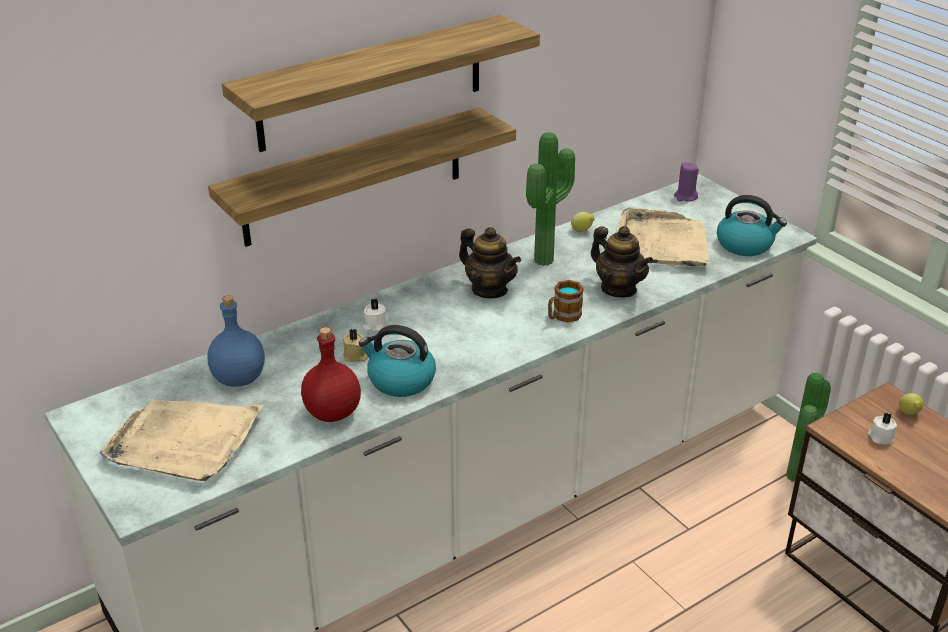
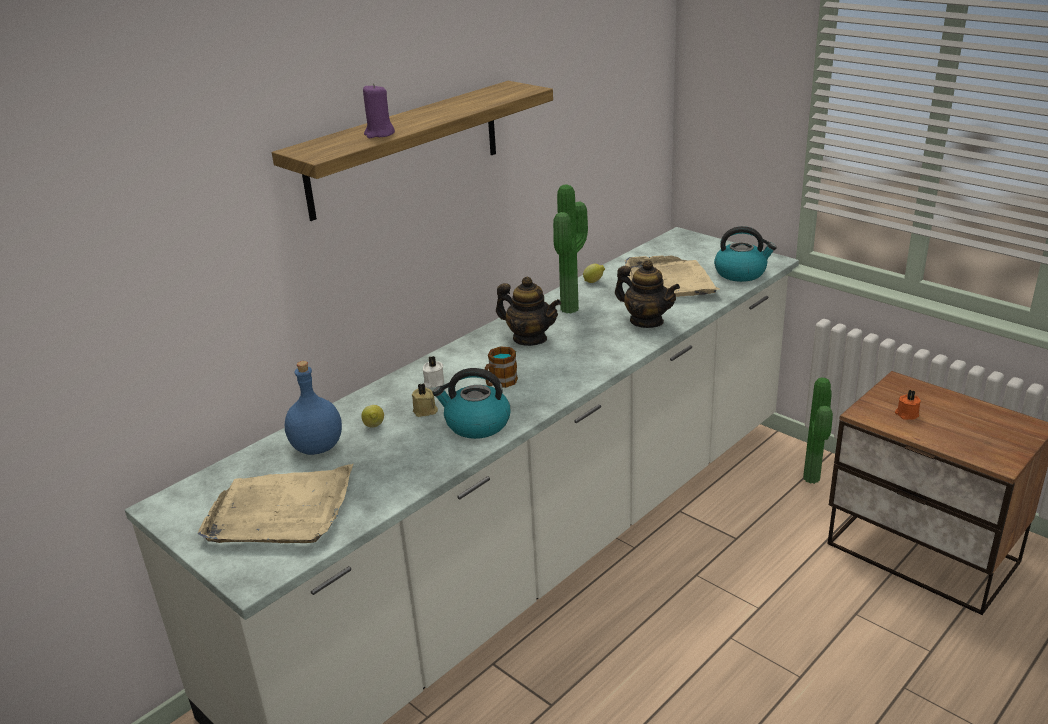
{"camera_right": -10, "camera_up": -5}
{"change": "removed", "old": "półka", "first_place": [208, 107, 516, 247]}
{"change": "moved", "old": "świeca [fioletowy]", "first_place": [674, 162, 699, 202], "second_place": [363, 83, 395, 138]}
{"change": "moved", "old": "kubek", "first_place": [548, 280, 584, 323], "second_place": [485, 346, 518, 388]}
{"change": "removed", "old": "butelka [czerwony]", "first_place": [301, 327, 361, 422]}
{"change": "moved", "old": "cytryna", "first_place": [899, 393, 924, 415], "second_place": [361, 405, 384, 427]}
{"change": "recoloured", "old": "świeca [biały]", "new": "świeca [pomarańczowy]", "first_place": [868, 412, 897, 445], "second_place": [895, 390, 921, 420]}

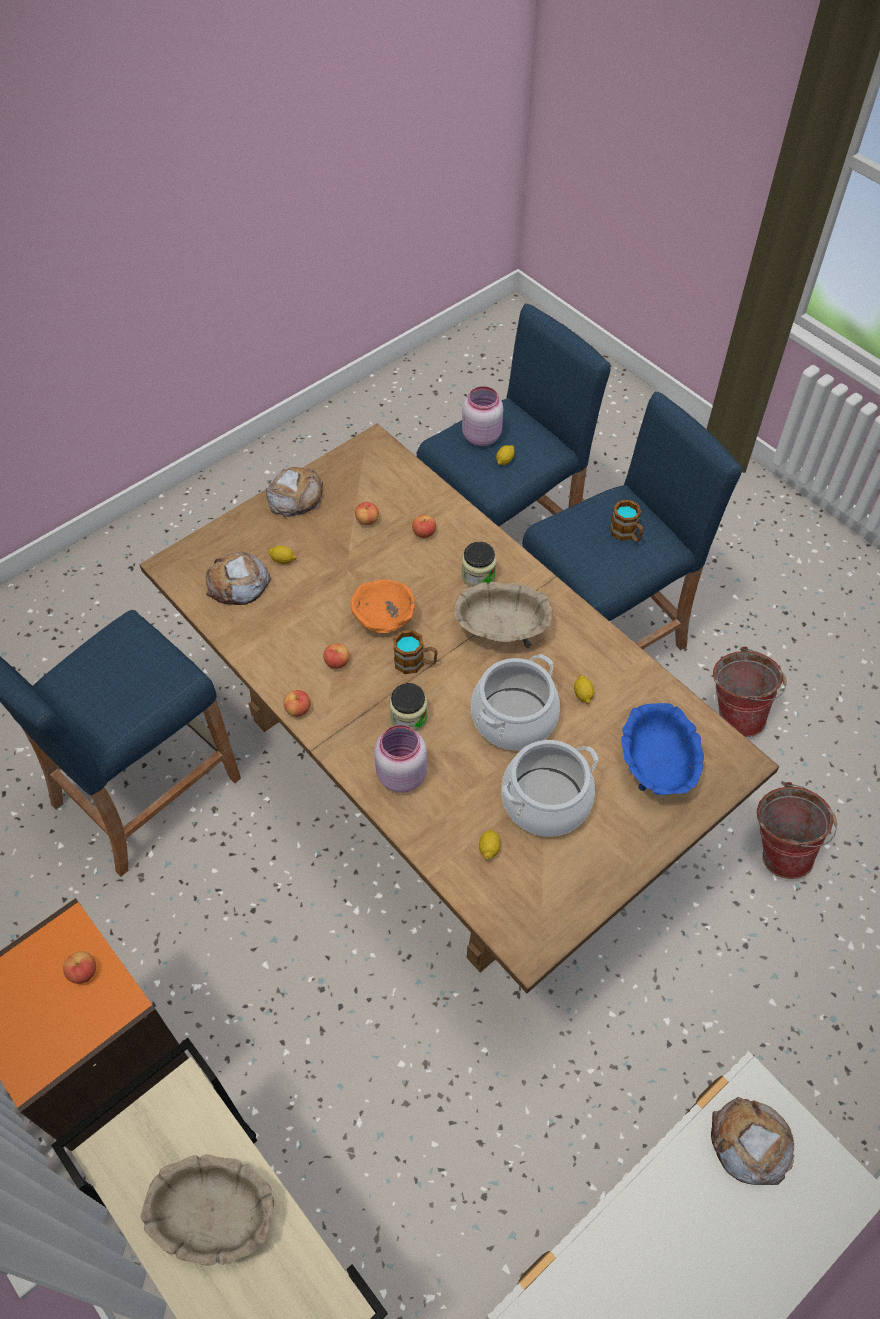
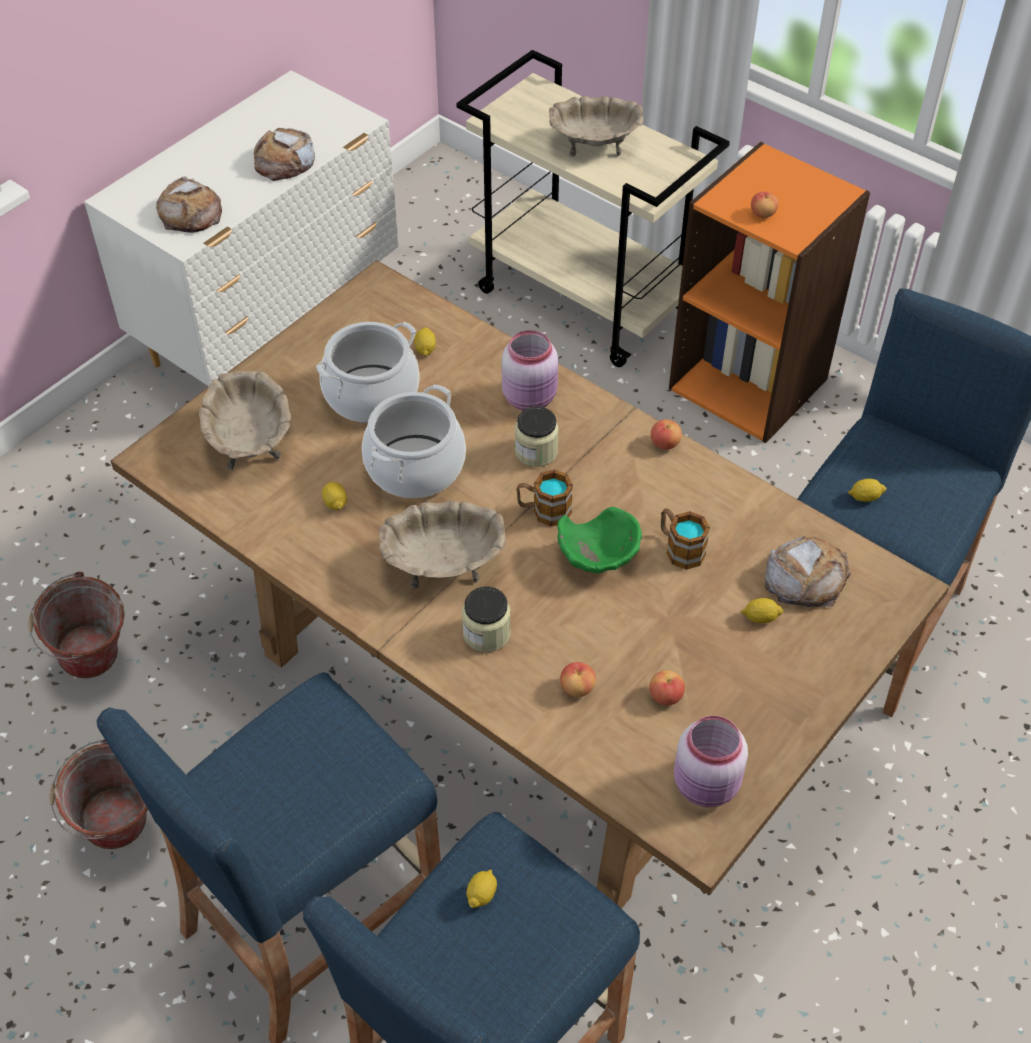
{"camera_right": 170, "camera_up": -5}
{"change": "moved", "old": "słoik [różowy]", "first_place": [462, 386, 503, 446], "second_place": [674, 716, 748, 807]}
{"change": "moved", "old": "chleb", "first_place": [266, 467, 323, 518], "second_place": [254, 128, 315, 181]}
{"change": "moved", "old": "kubek", "first_place": [610, 500, 643, 542], "second_place": [661, 508, 710, 570]}
{"change": "recoloured", "old": "miska [pomarańczowy]", "new": "miska [zielony]", "first_place": [351, 579, 415, 633], "second_place": [558, 507, 642, 573]}
{"change": "removed", "old": "jabłko", "first_place": [323, 643, 350, 669]}
{"change": "recoloured", "old": "miska [niebieski]", "new": "miska [beżowy]", "first_place": [621, 703, 704, 795], "second_place": [199, 371, 291, 470]}
{"change": "added", "new": "cytryna", "second_place": [848, 479, 887, 502]}

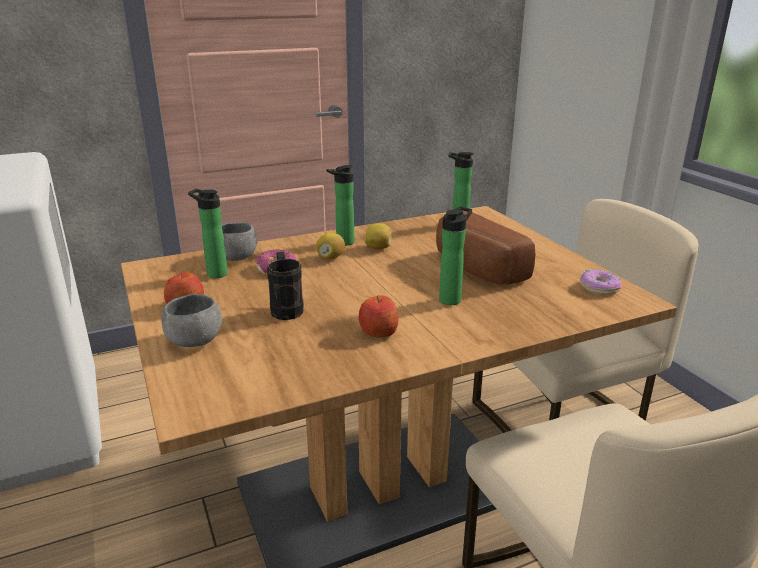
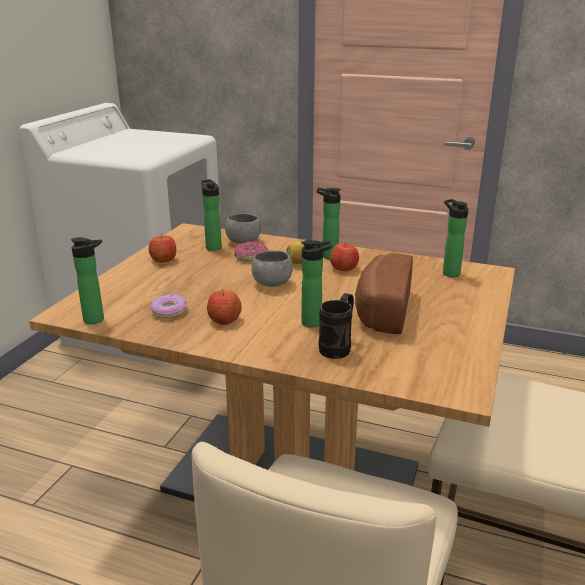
{"camera_right": 45, "camera_up": 0}
{"change": "replaced", "old": "cytryna", "new": "jabłko", "first_place": [365, 223, 392, 249], "second_place": [330, 243, 359, 271]}
{"change": "moved", "old": "kubek [czarny]", "first_place": [267, 252, 304, 320], "second_place": [319, 293, 354, 359]}
{"change": "moved", "old": "donut", "first_place": [580, 269, 622, 295], "second_place": [149, 294, 188, 318]}
{"change": "moved", "old": "miska [szary]", "first_place": [161, 294, 222, 347], "second_place": [251, 250, 293, 287]}
{"change": "added", "new": "butelka", "second_place": [71, 237, 104, 324]}

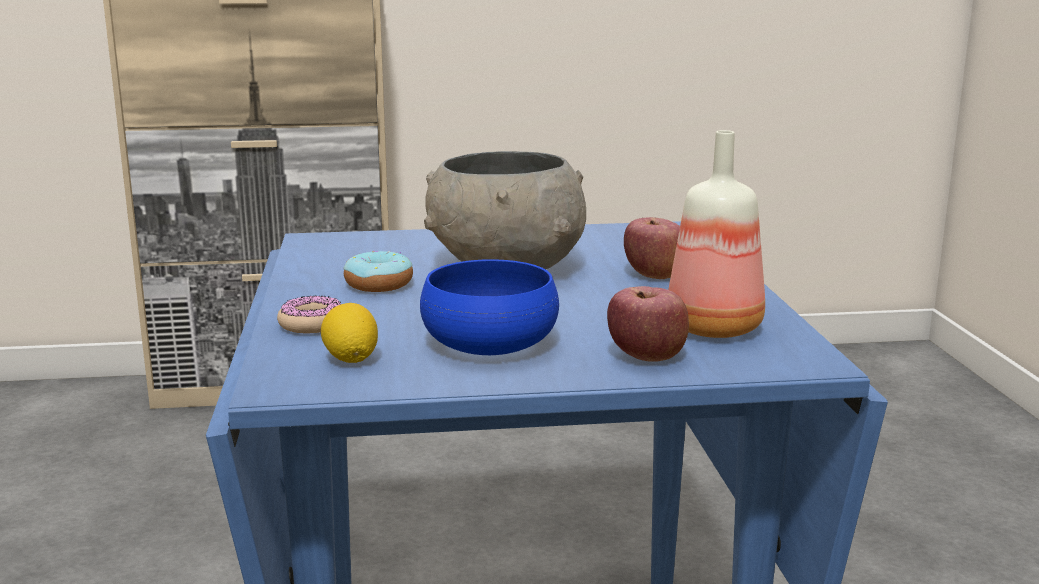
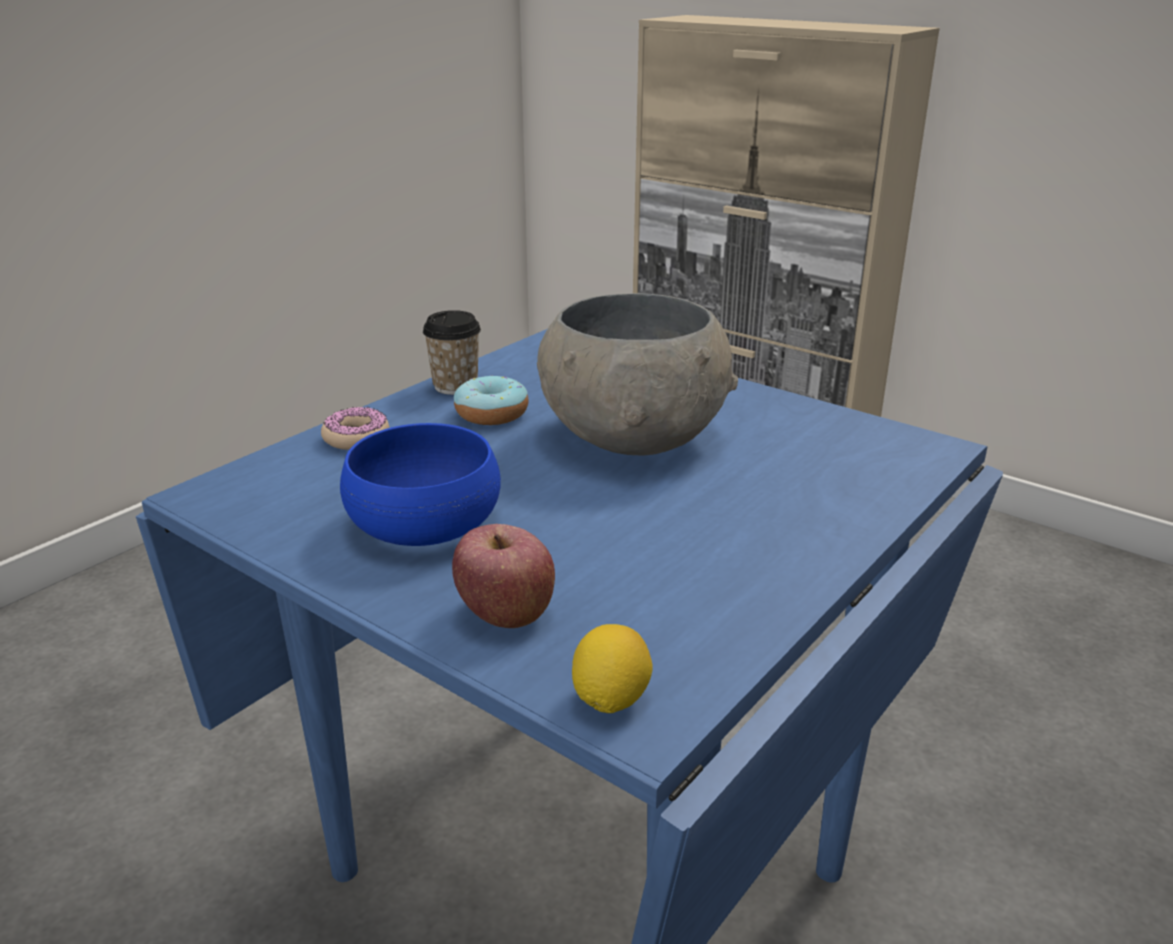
{"camera_right": 45, "camera_up": 10}
{"change": "removed", "old": "butelka", "first_place": [668, 130, 765, 338]}
{"change": "removed", "old": "jabłko", "first_place": [624, 217, 680, 279]}
{"change": "moved", "old": "cytryna", "first_place": [321, 303, 378, 363], "second_place": [572, 624, 653, 713]}
{"change": "added", "new": "filiżanka", "second_place": [423, 310, 481, 395]}

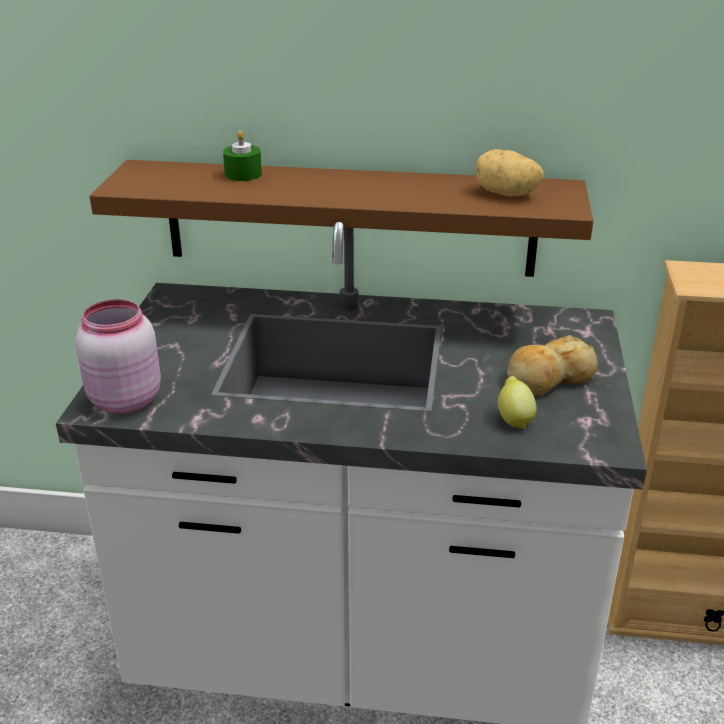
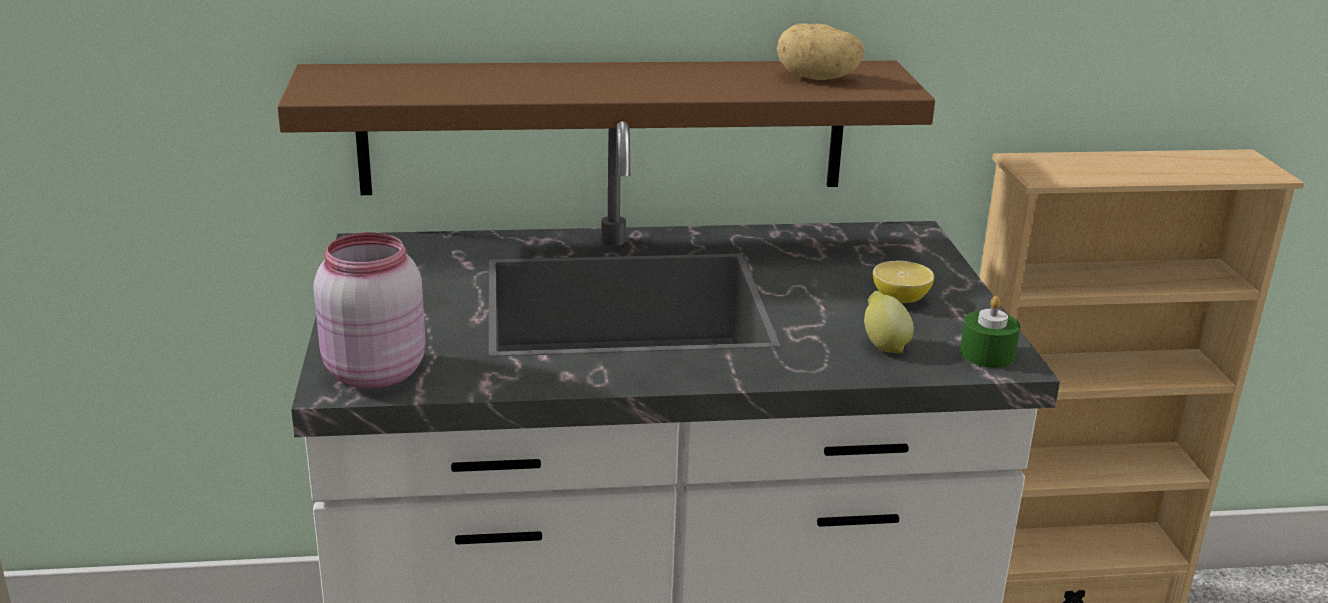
{"camera_right": -15, "camera_up": -5}
{"change": "moved", "old": "świeca [zielony]", "first_place": [223, 131, 262, 181], "second_place": [960, 296, 1020, 368]}
{"change": "replaced", "old": "chleb", "new": "cytryna", "first_place": [507, 335, 598, 396], "second_place": [873, 260, 935, 303]}

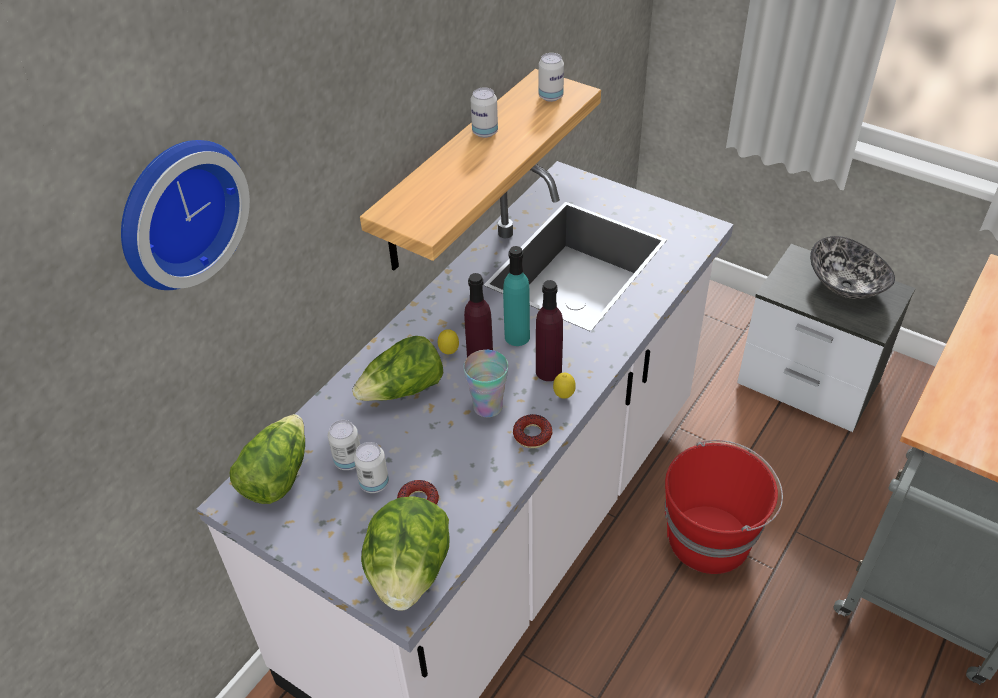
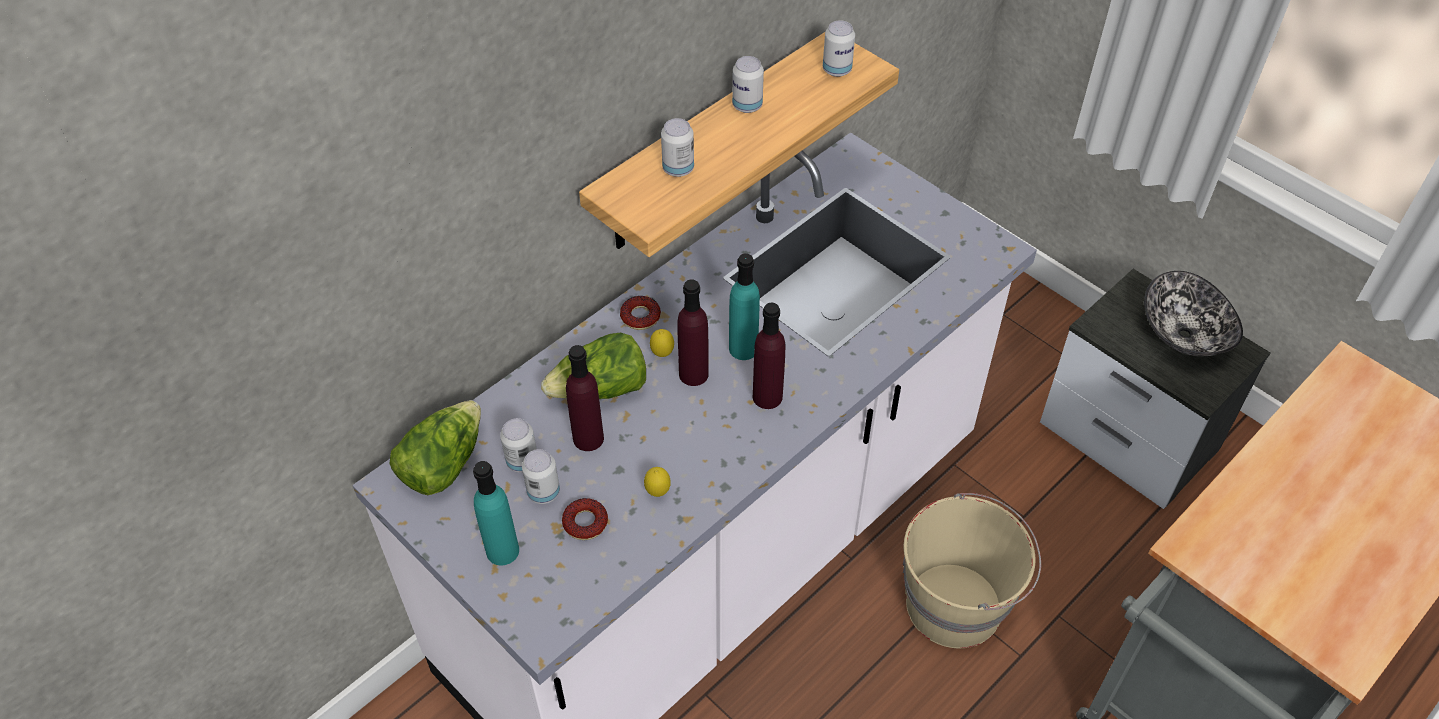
{"camera_right": 10, "camera_up": 5}
{"change": "removed", "old": "zegar ścienny", "first_place": [121, 140, 250, 290]}
{"change": "removed", "old": "filiżanka", "first_place": [463, 350, 508, 417]}
{"change": "moved", "old": "cytryna", "first_place": [553, 373, 576, 399], "second_place": [644, 467, 671, 497]}
{"change": "moved", "old": "donut", "first_place": [513, 414, 552, 448], "second_place": [620, 296, 661, 330]}
{"change": "recoloured", "old": "wiadro [czerwony]", "new": "wiadro [beżowy]", "first_place": [665, 440, 783, 574], "second_place": [903, 493, 1041, 648]}
{"change": "removed", "old": "sałata", "first_place": [361, 496, 450, 611]}
{"change": "added", "new": "puszka", "second_place": [661, 118, 694, 177]}
{"change": "added", "new": "butelka [fioletowy]", "second_place": [566, 345, 604, 451]}
{"change": "added", "new": "butelka [turkusowy]", "second_place": [473, 461, 519, 566]}

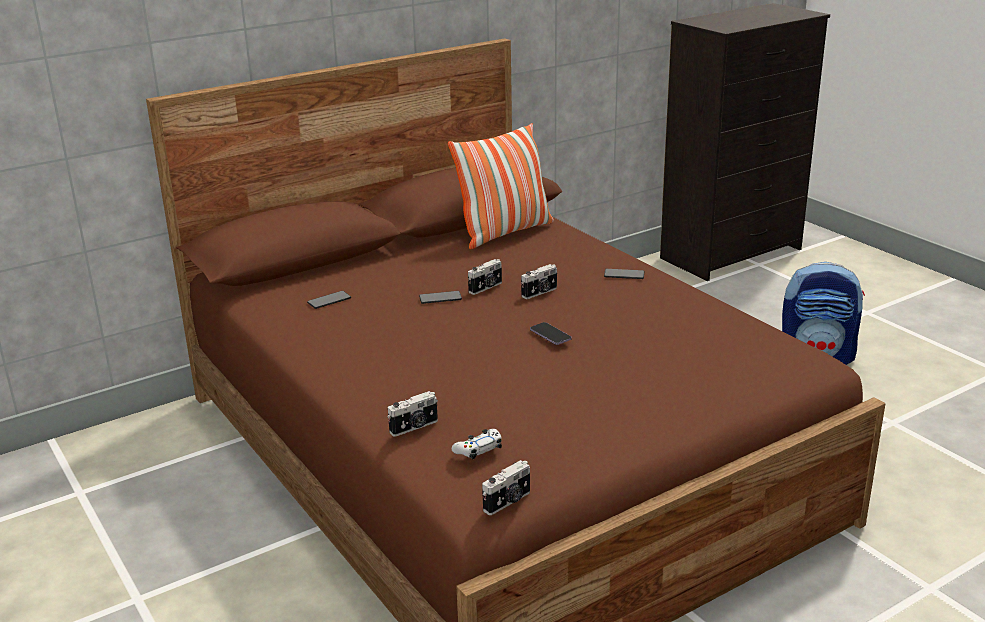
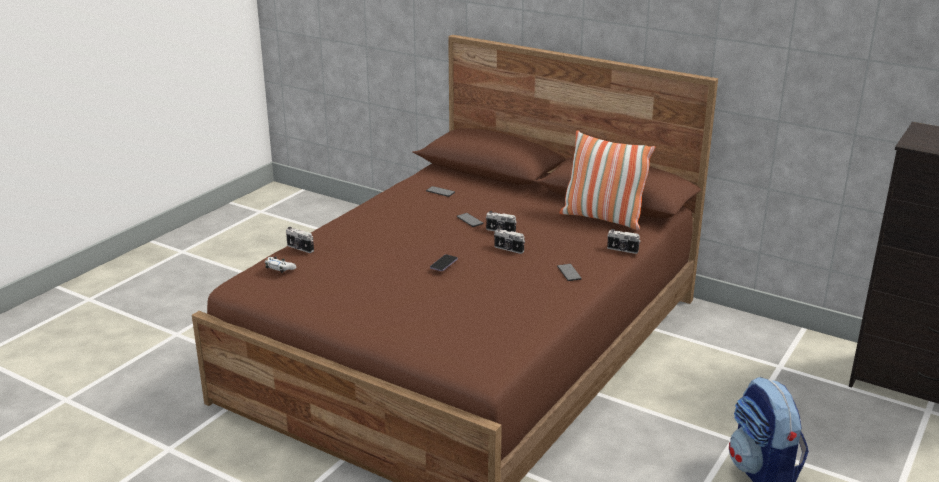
{"camera_right": 65, "camera_up": 0}
{"change": "moved", "old": "aparat fotograficzny", "first_place": [482, 460, 530, 515], "second_place": [607, 229, 640, 254]}

